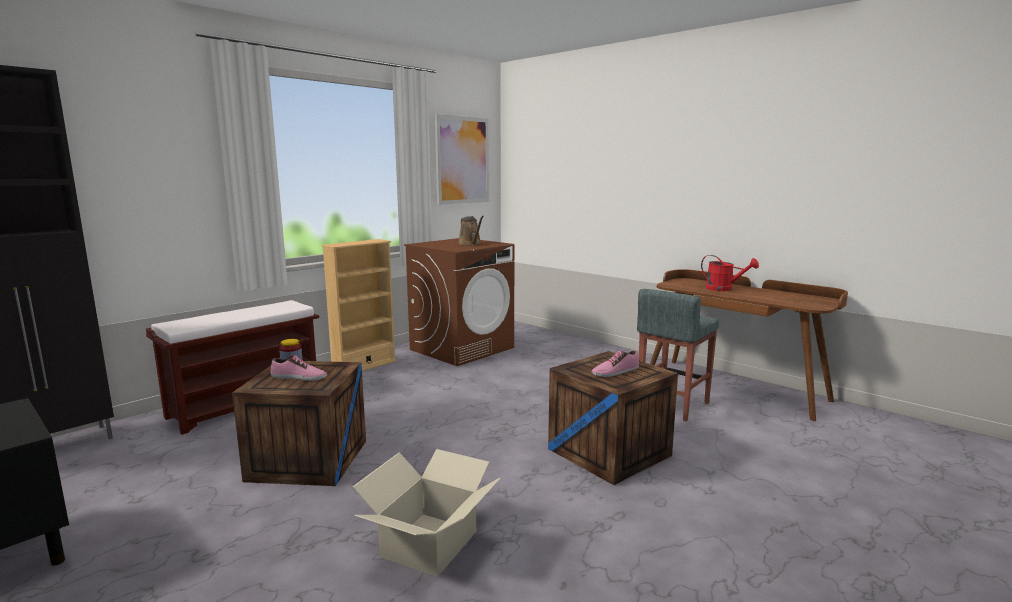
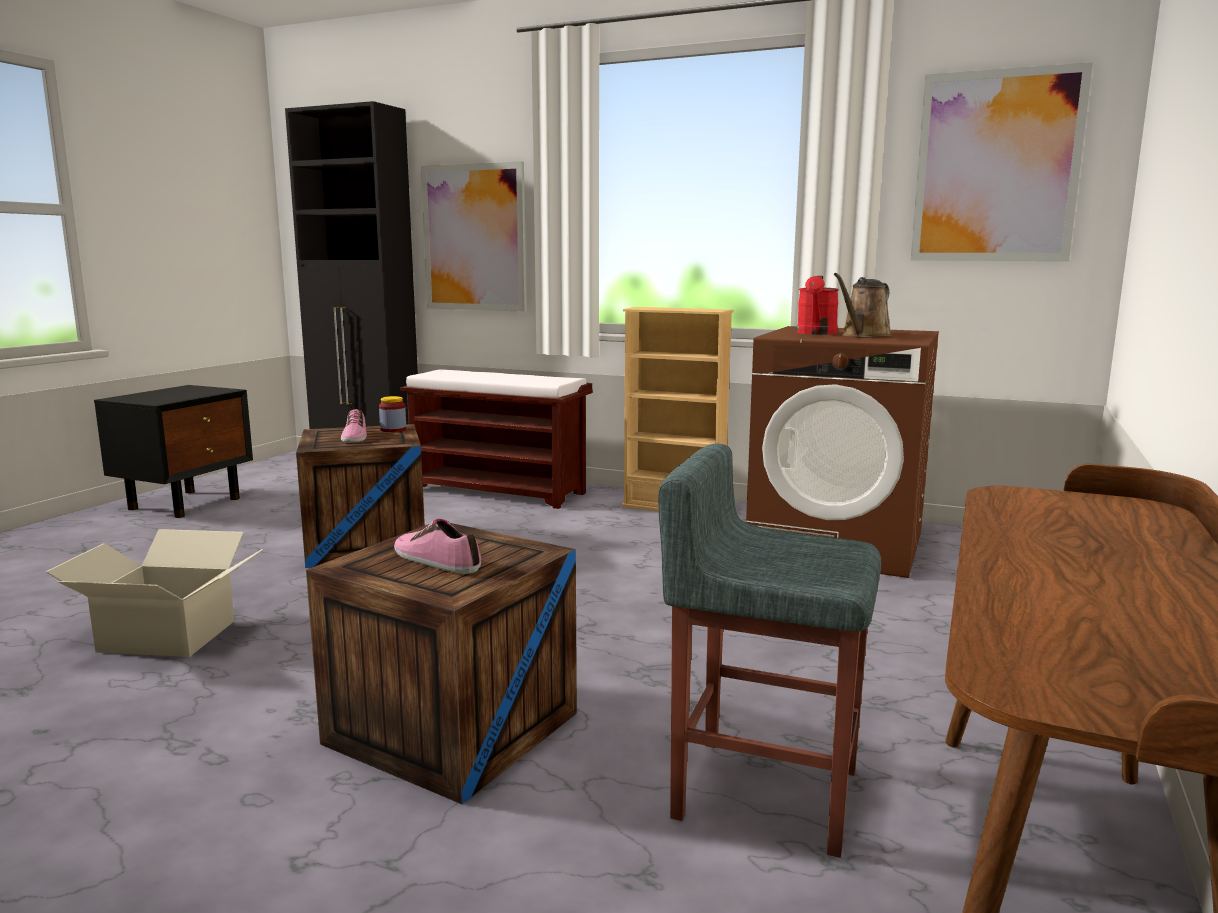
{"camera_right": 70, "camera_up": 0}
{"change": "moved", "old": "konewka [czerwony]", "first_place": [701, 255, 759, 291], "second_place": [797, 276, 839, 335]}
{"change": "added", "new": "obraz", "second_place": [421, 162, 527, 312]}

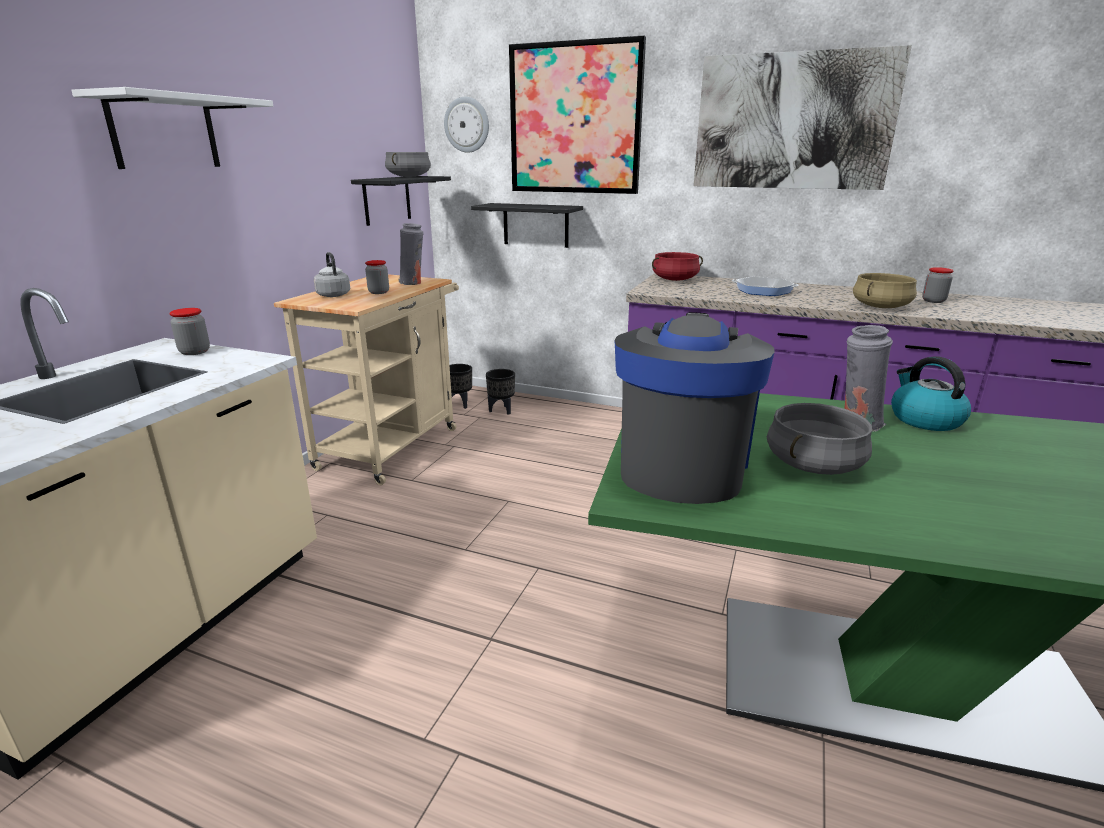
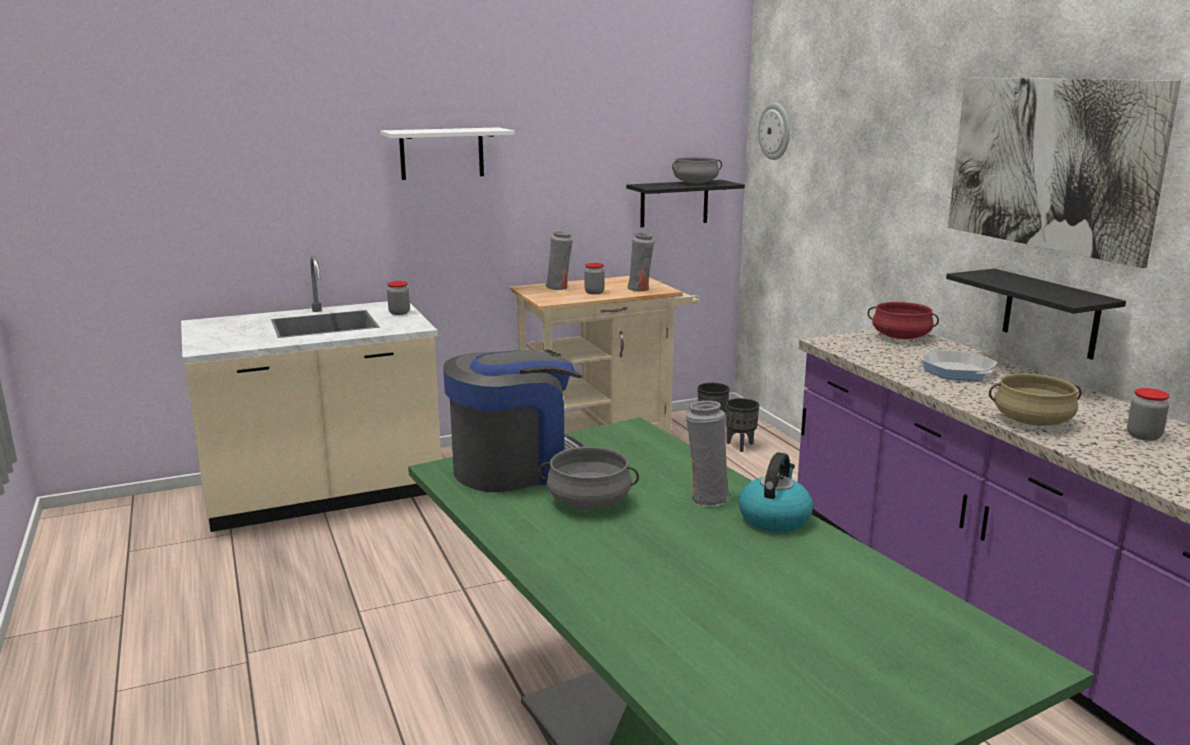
{"camera_right": 45, "camera_up": -5}
{"change": "removed", "old": "obraz", "first_place": [509, 36, 646, 194]}
{"change": "moved", "old": "półka [czarny]", "first_place": [471, 203, 583, 248], "second_place": [946, 269, 1126, 360]}
{"change": "replaced", "old": "czajnik [szary]", "new": "wazon [szary]", "first_place": [314, 252, 350, 297], "second_place": [545, 231, 573, 290]}

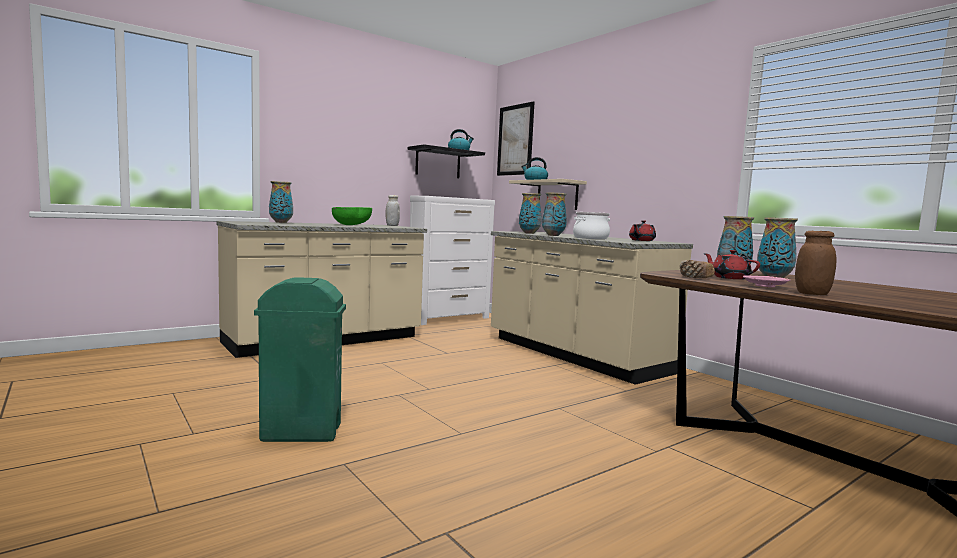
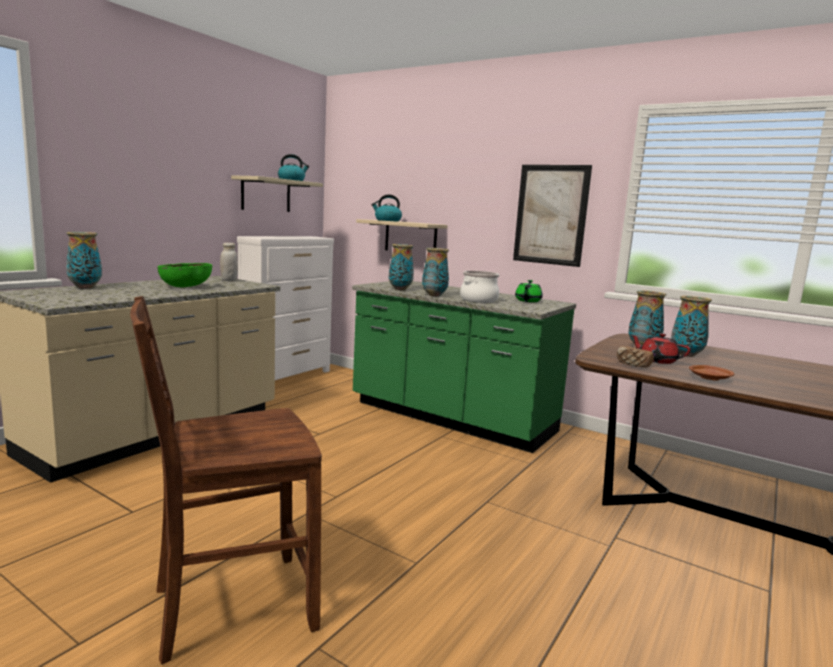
{"camera_right": -20, "camera_up": 5}
{"change": "moved", "old": "obraz", "first_place": [497, 101, 534, 176], "second_place": [513, 165, 592, 267]}
{"change": "recoloured", "old": "półka [czarny]", "new": "półka [beżowy]", "first_place": [408, 144, 485, 178], "second_place": [231, 175, 323, 212]}
{"change": "recoloured", "old": "imbryk [czerwony]", "new": "imbryk [zielony]", "first_place": [629, 220, 656, 241], "second_place": [515, 280, 543, 302]}
{"change": "recoloured", "old": "zabudowa kuchenna [beżowy]", "new": "zabudowa kuchenna [zielony]", "first_place": [491, 231, 693, 385], "second_place": [352, 281, 576, 453]}
{"change": "removed", "old": "słoik [brązowy]", "first_place": [795, 231, 836, 295]}
{"change": "recoloured", "old": "talerz [różowy]", "new": "talerz [brązowy]", "first_place": [743, 276, 790, 287], "second_place": [689, 365, 734, 381]}
{"change": "replaced", "old": "kosz na śmieci [zielony]", "new": "krzesło [brązowy]", "first_place": [254, 277, 346, 442], "second_place": [130, 296, 322, 664]}

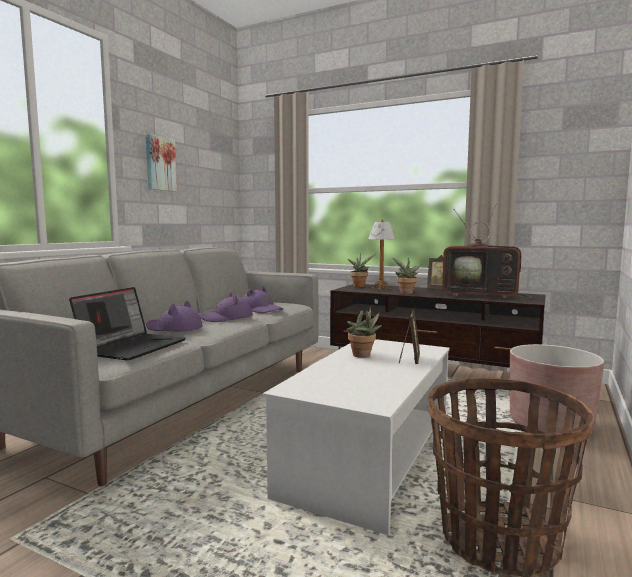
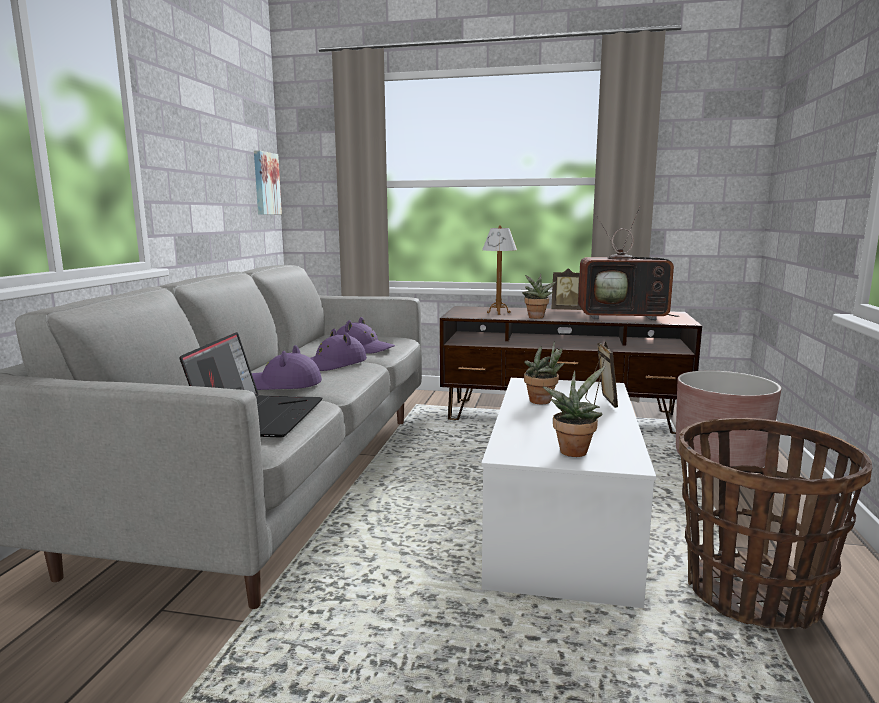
{"camera_right": -15, "camera_up": 5}
{"change": "moved", "old": "obraz", "first_place": [146, 134, 177, 192], "second_place": [254, 150, 282, 215]}
{"change": "moved", "old": "roślina doniczkowa", "first_place": [348, 253, 376, 287], "second_place": [543, 366, 605, 457]}

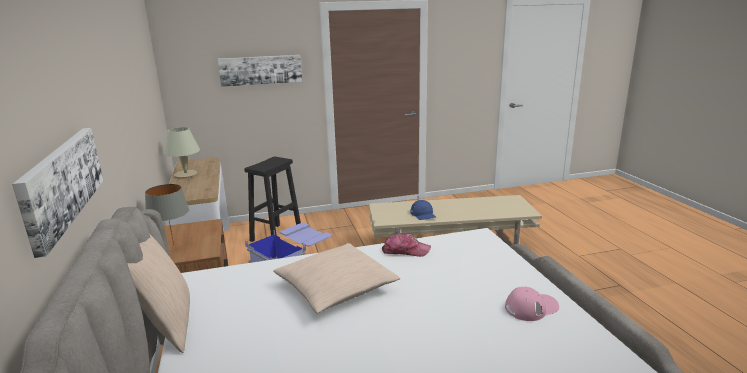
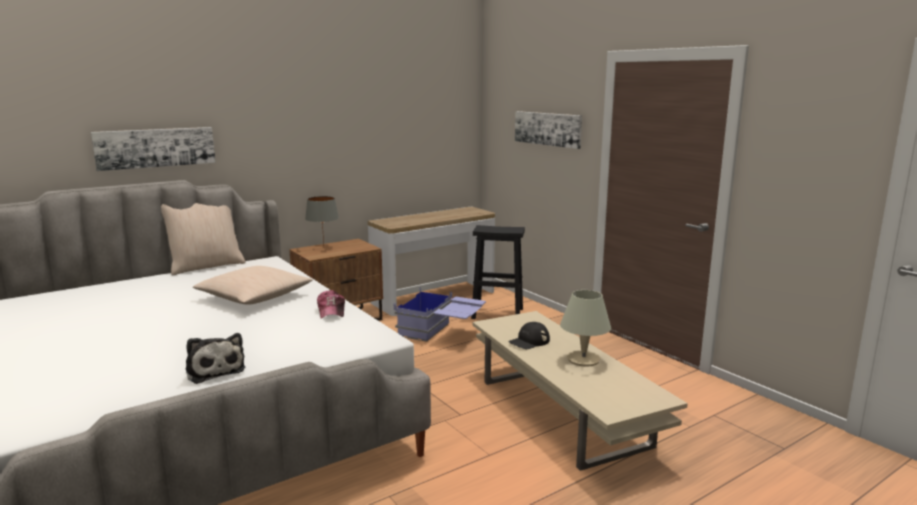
{"camera_right": 70, "camera_up": -5}
{"change": "moved", "old": "lampa stołowa [beżowy]", "first_place": [164, 127, 200, 179], "second_place": [560, 290, 611, 367]}
{"change": "recoloured", "old": "czapka z daszkiem [niebieski]", "new": "czapka z daszkiem [czarny]", "first_place": [410, 200, 436, 220], "second_place": [508, 322, 550, 349]}
{"change": "replaced", "old": "czapka z daszkiem [różowy]", "new": "pluszak", "first_place": [505, 287, 559, 321], "second_place": [186, 333, 246, 384]}

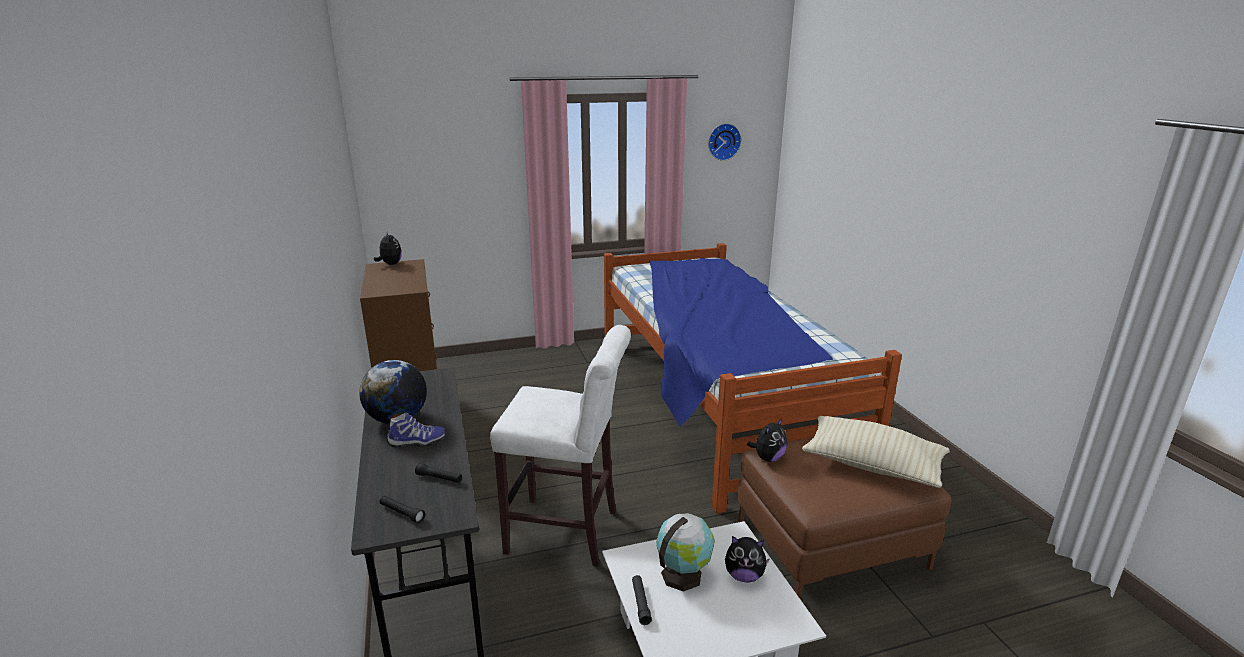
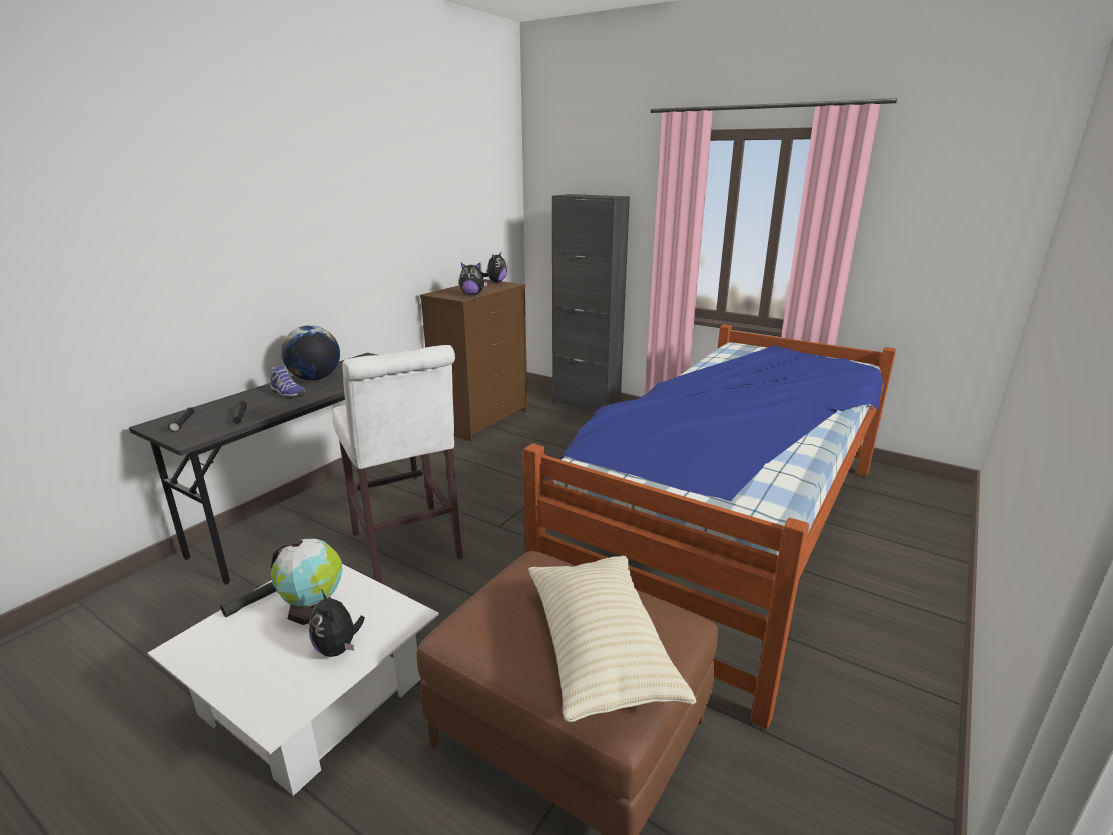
{"camera_right": 50, "camera_up": 0}
{"change": "removed", "old": "zegar ścienny", "first_place": [708, 123, 741, 161]}
{"change": "moved", "old": "pluszak", "first_place": [747, 418, 787, 462], "second_place": [459, 262, 488, 295]}
{"change": "added", "new": "szafka [czarny]", "second_place": [552, 194, 630, 412]}

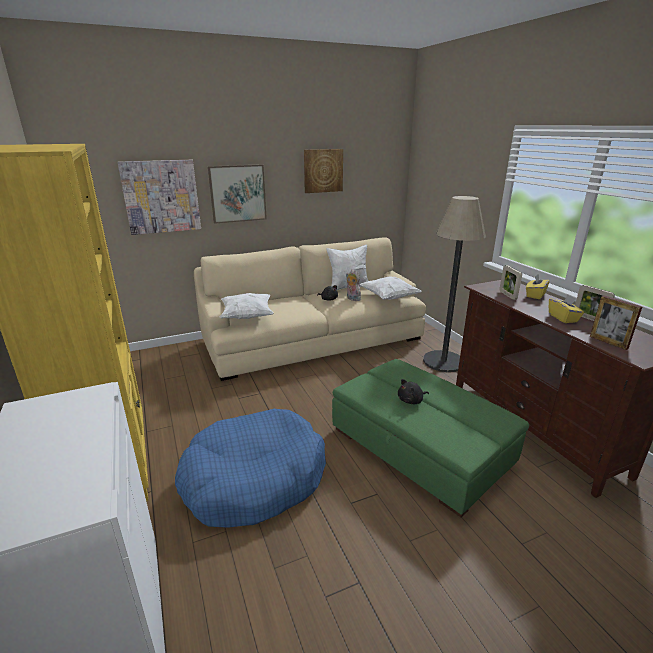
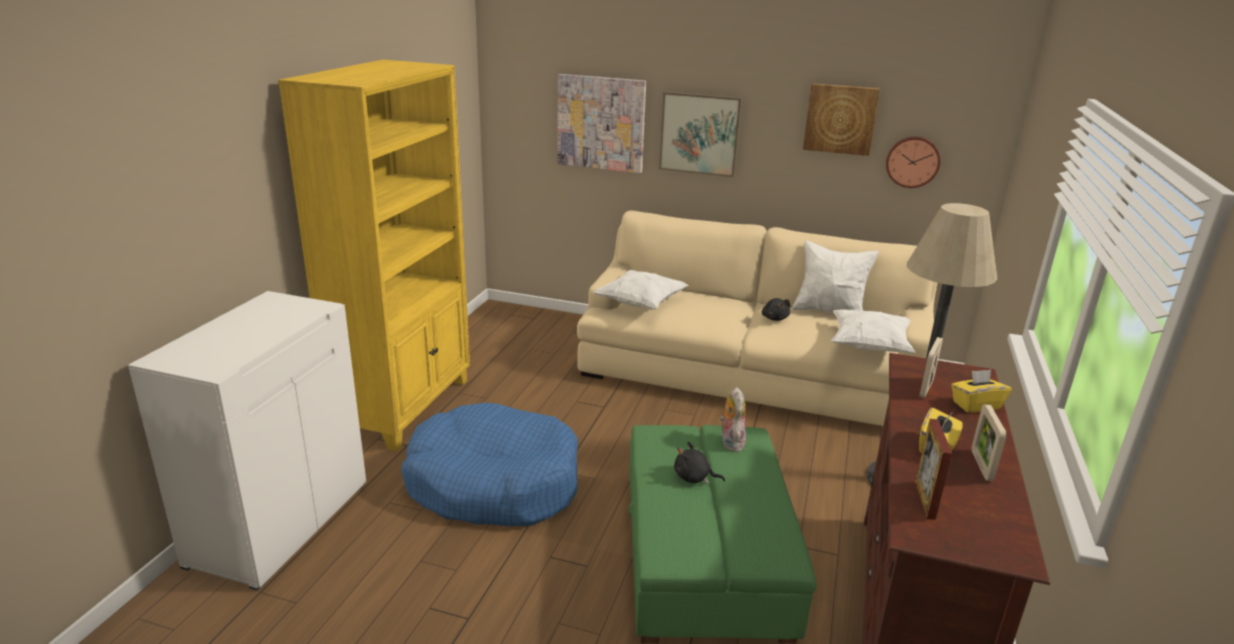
{"camera_right": 40, "camera_up": 0}
{"change": "moved", "old": "pluszak", "first_place": [346, 269, 361, 301], "second_place": [719, 387, 746, 452]}
{"change": "added", "new": "zegar ścienny", "second_place": [886, 136, 940, 188]}

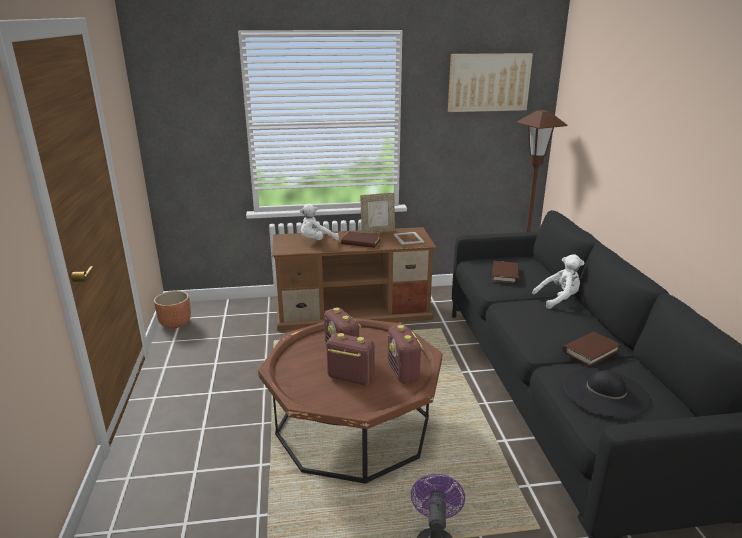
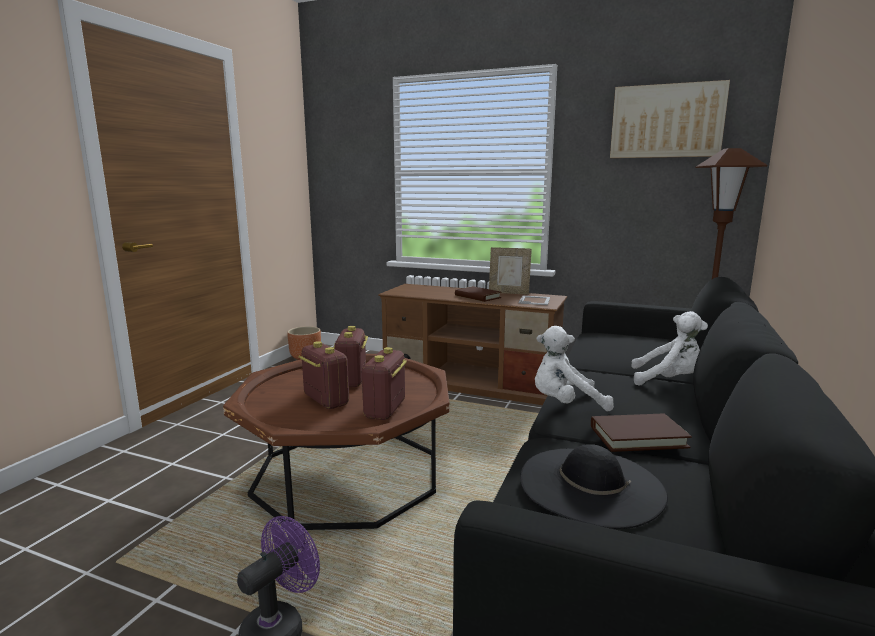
{"camera_right": 30, "camera_up": -10}
{"change": "moved", "old": "pluszak [biały]", "first_place": [300, 204, 339, 240], "second_place": [535, 326, 614, 411]}
{"change": "removed", "old": "książka [brązowy]", "first_place": [492, 261, 519, 283]}

